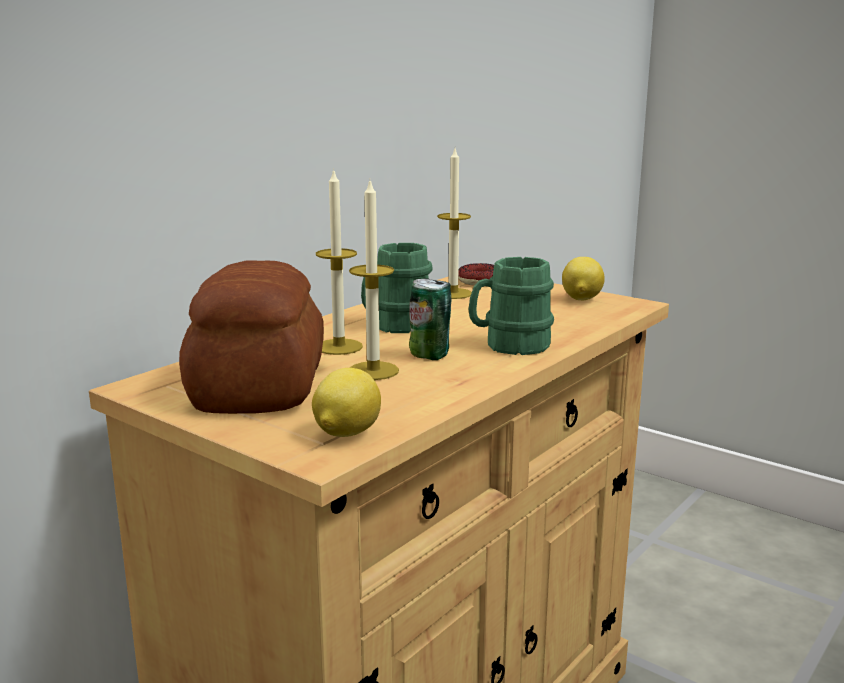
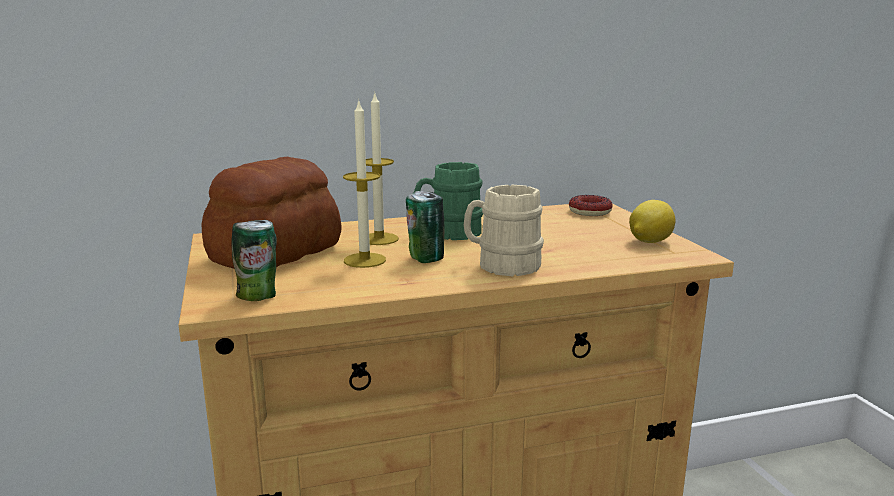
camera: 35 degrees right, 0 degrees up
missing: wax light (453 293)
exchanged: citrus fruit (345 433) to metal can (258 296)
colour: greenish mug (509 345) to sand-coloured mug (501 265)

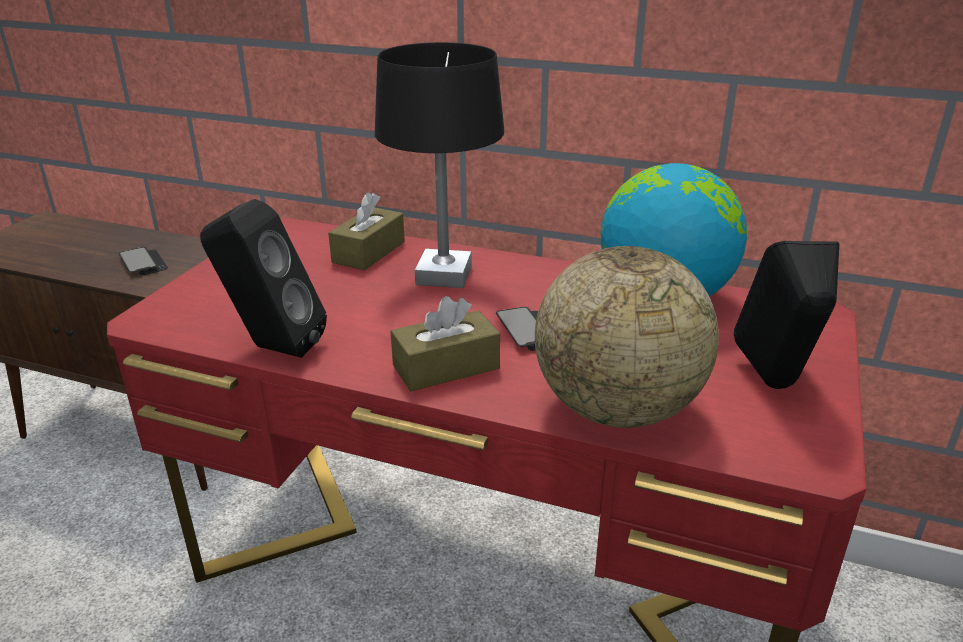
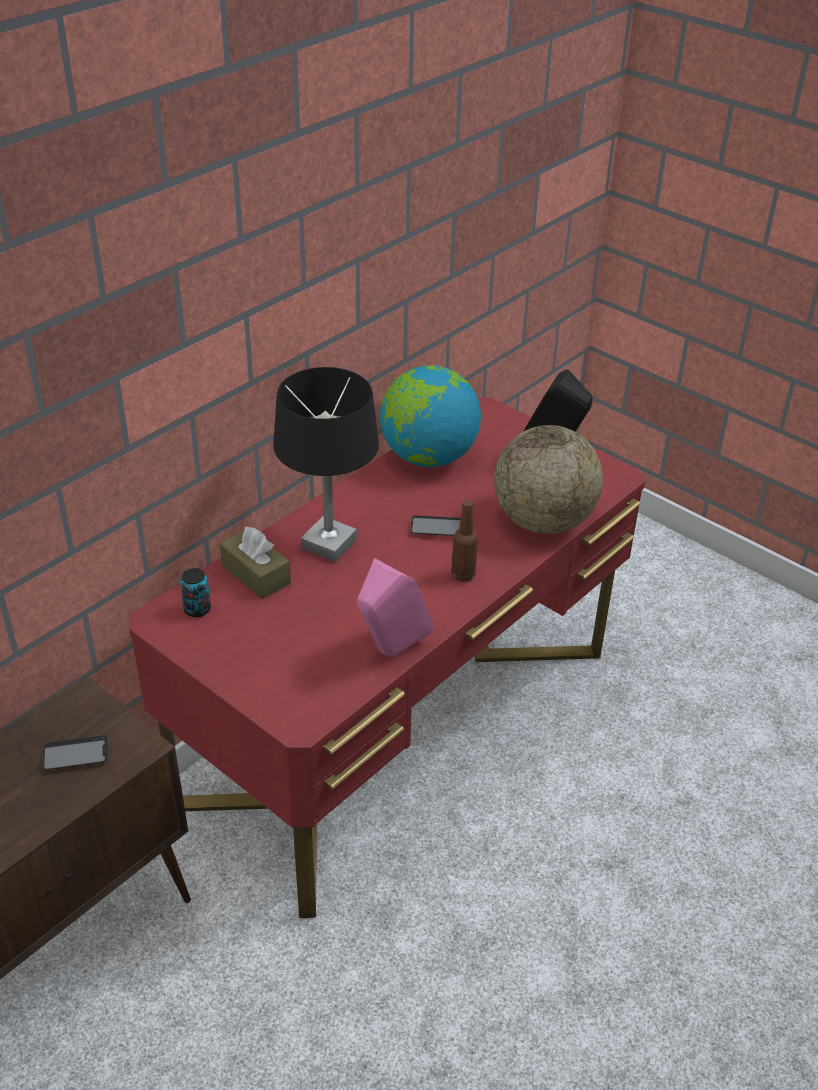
camera: 70 degrees left, 10 degrees up
appeared: metal can (197 609)
exchanged: brown-coloured tissue box (446 367) to brown-coloured drink bottle (463 575)
colour: blackish speaker (271 348) to pink-coloured speaker (390 653)

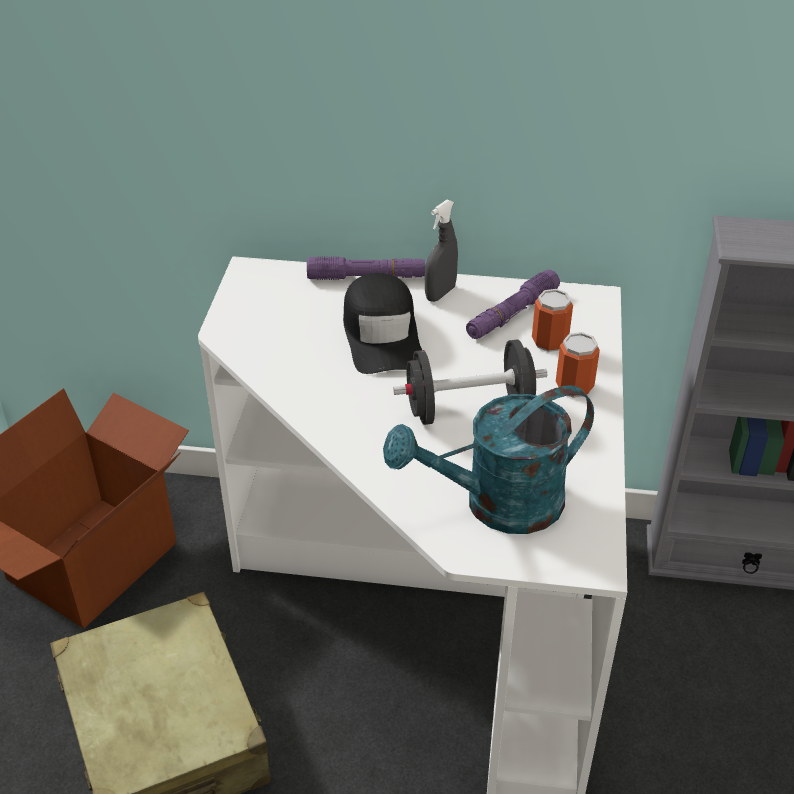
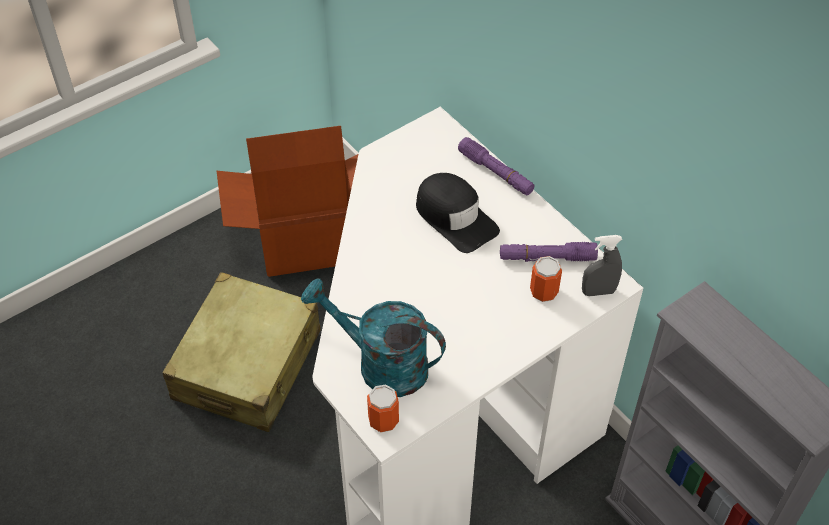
camera: 45 degrees right, 10 degrees up
missing: blackish free weight (469 409)
relocated: greyish sprayer (440 293) to (598 292); metal can (574 386) to (383 420)
spun: blackish peaked cap (382 335) = (455 218) 75 degrees counterclockwise

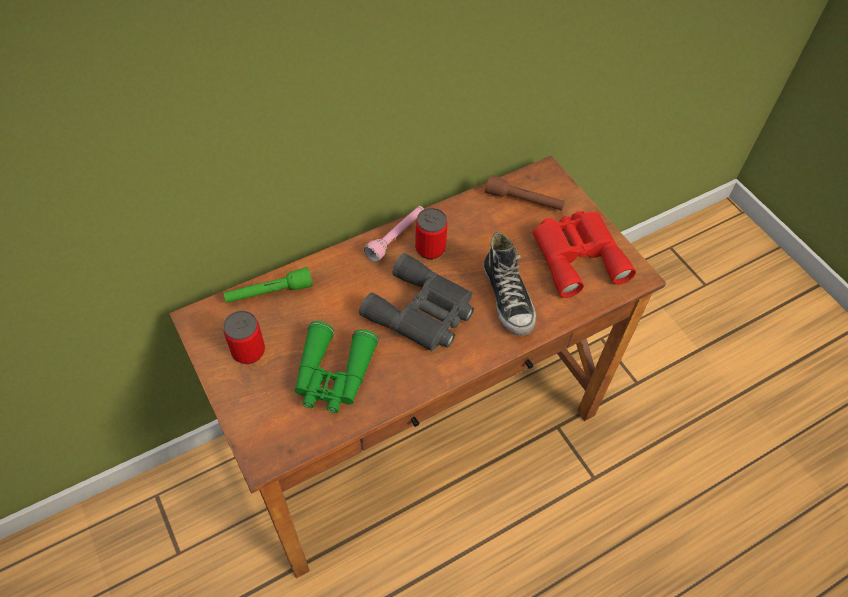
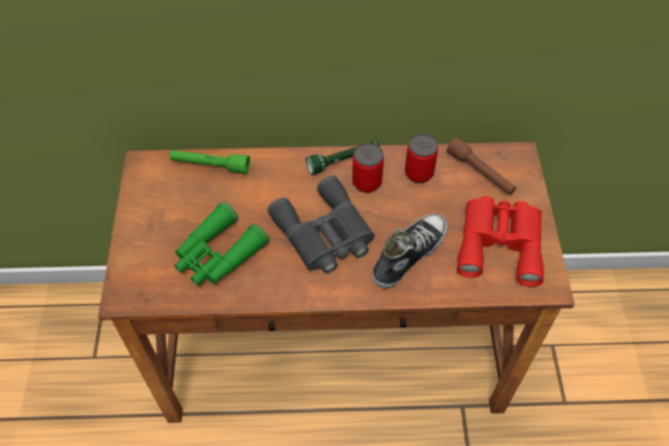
camera: 30 degrees right, 0 degrees up
relocated: metal can (248 351) to (419 173)
colour: pink-coloured torch (396 237) to greenish torch (343 161)
spun: item of footwear (508 298) = (408 254) 150 degrees counterclockwise

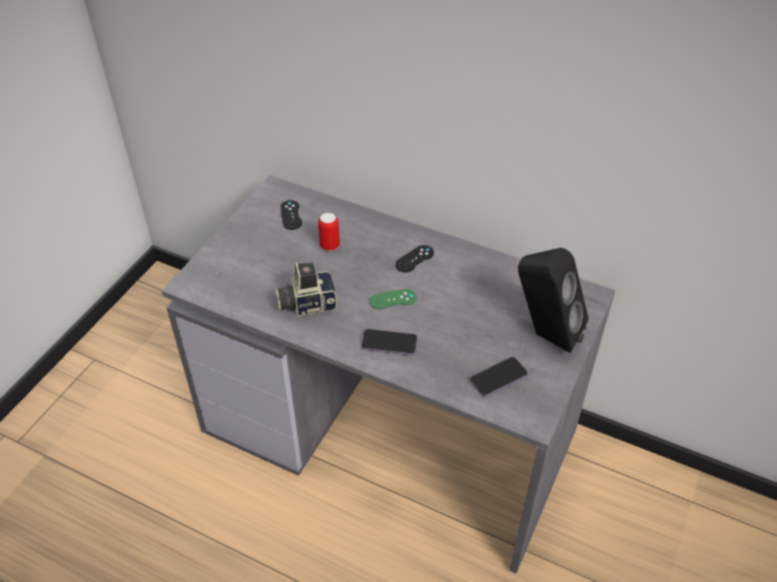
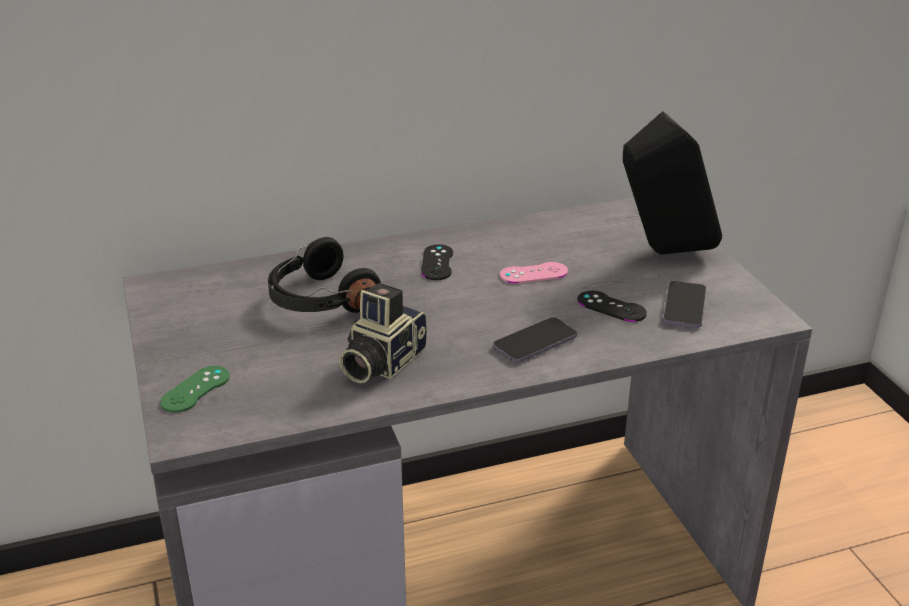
camera: 45 degrees left, 15 degrees down
appeared: pink-coloured gamepad (533 273)
relocated: blackish gamepad (291 215) to (611 307); greenish gamepad (393 299) to (195 389)
exchanged: metal can (329 246) to blackish pair of headphones (319 300)

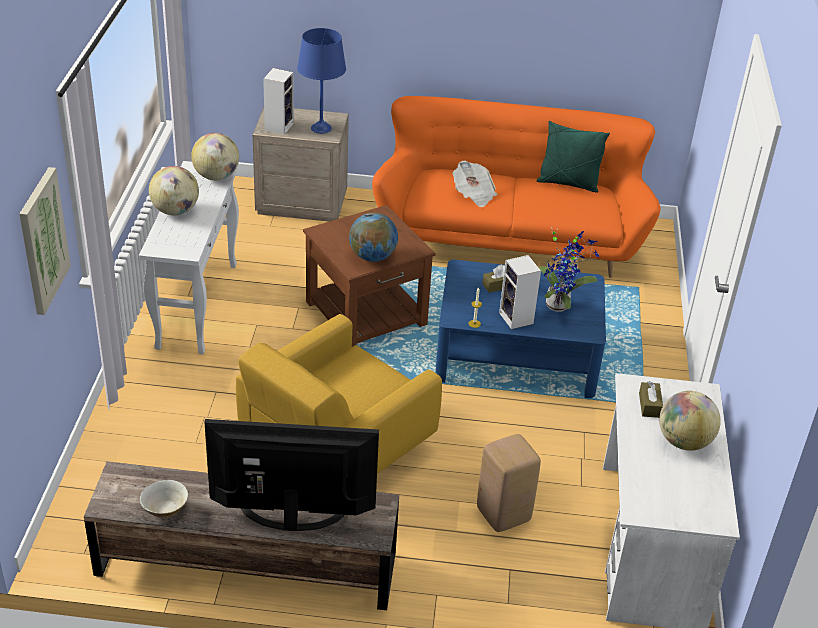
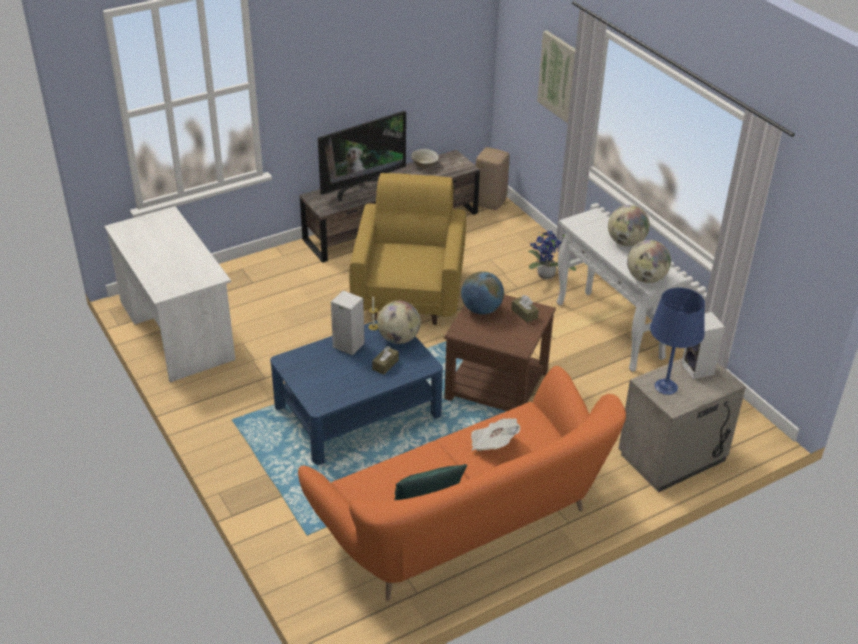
camera: 145 degrees right, 0 degrees up
relocated: sand-coloured stool (502 514) to (490 202); potted plant (559 304) to (545 276); brown-coloured tissue box (649 405) to (524 313); world globe (684 441) to (399 338)

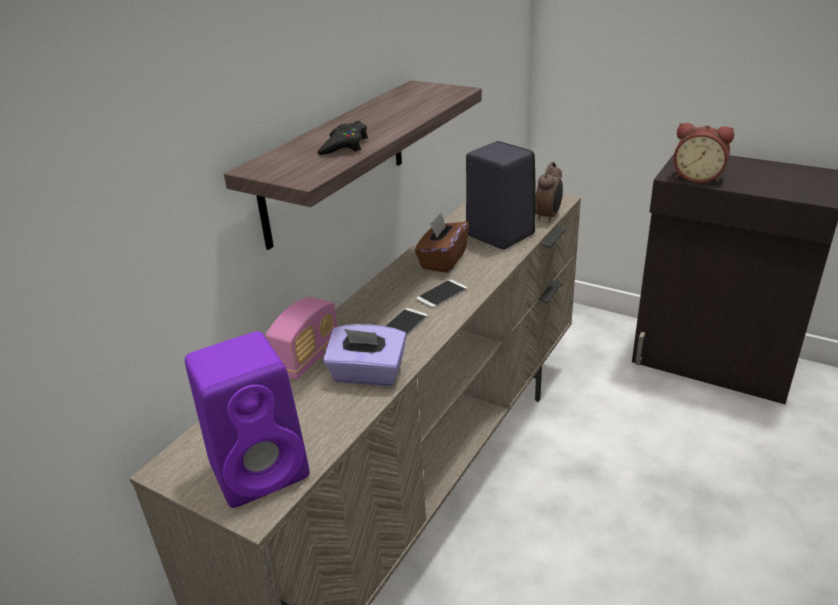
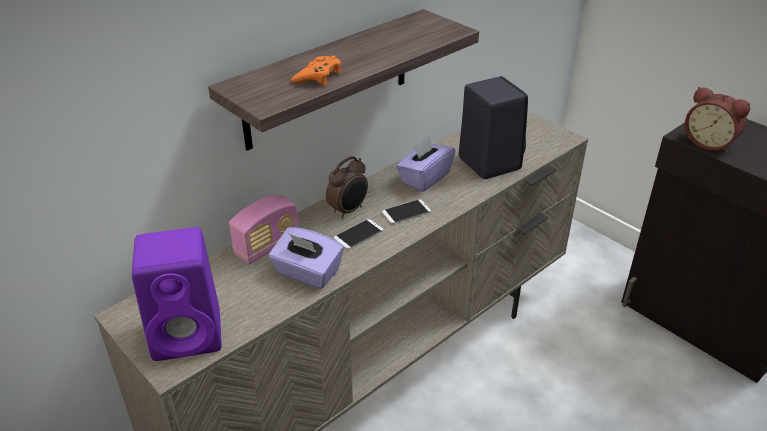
camera: 15 degrees right, 5 degrees up
relocated: bedside clock (548 217) to (348 210)
colour: blackish gamepad (344 145) to orange-coloured gamepad (318 76); brown-coloured tissue box (443 260) to purplish tissue box (424 178)

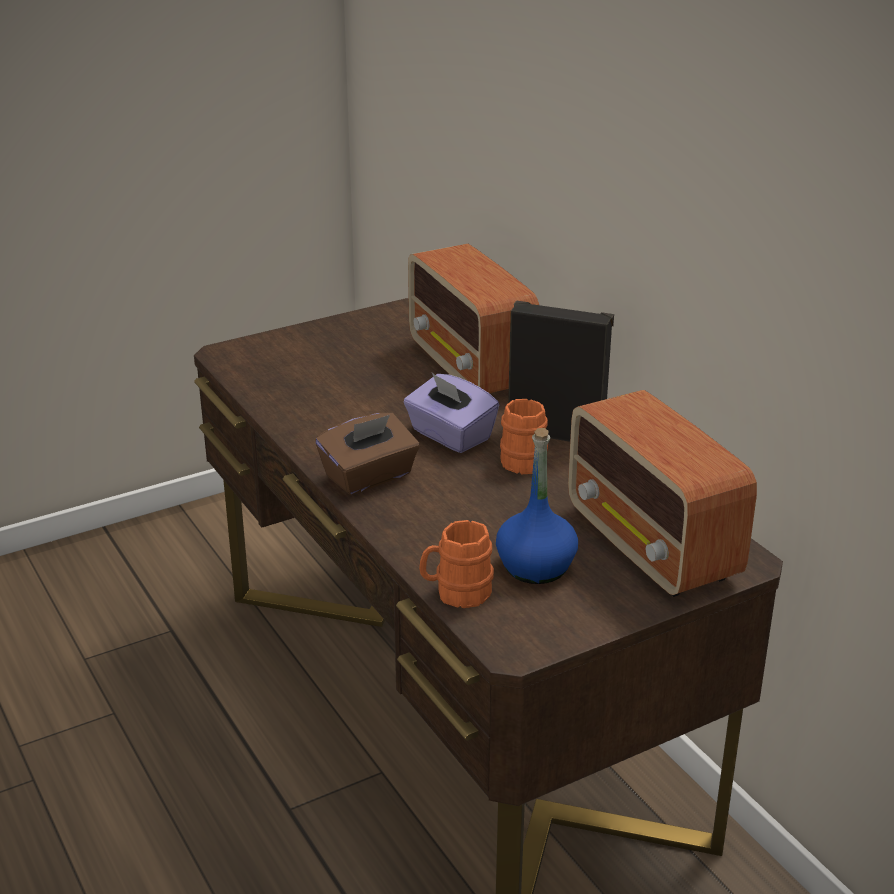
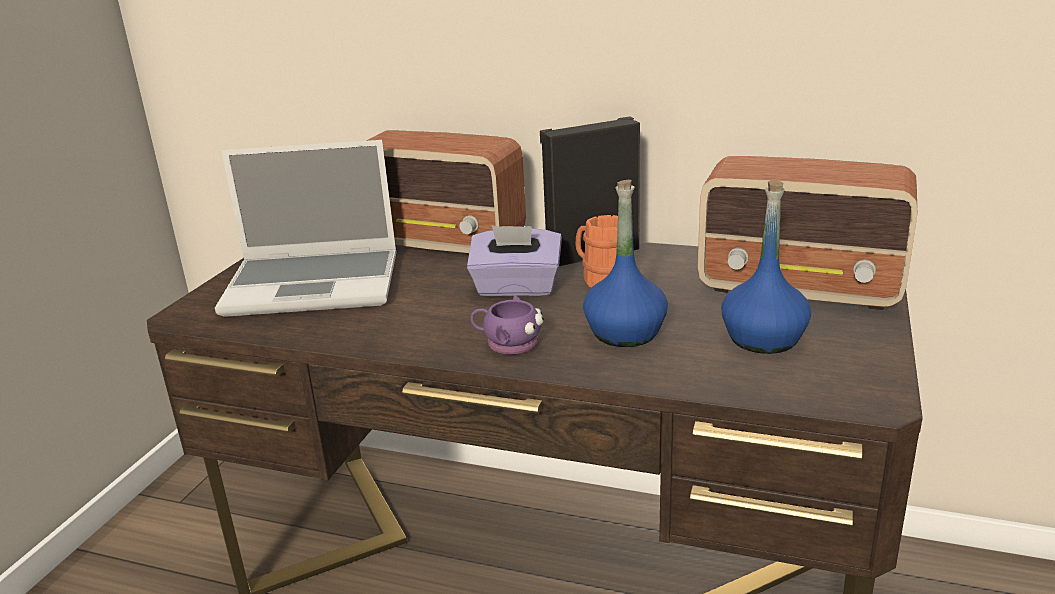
camera: 40 degrees left, 5 degrees down
missing: orange-coloured mug (456 593)
appeared: portable computer (316 284); blue drink bottle (624 333)
exchanged: brown-coloured tissue box (369 477) to purplish mug (508 343)

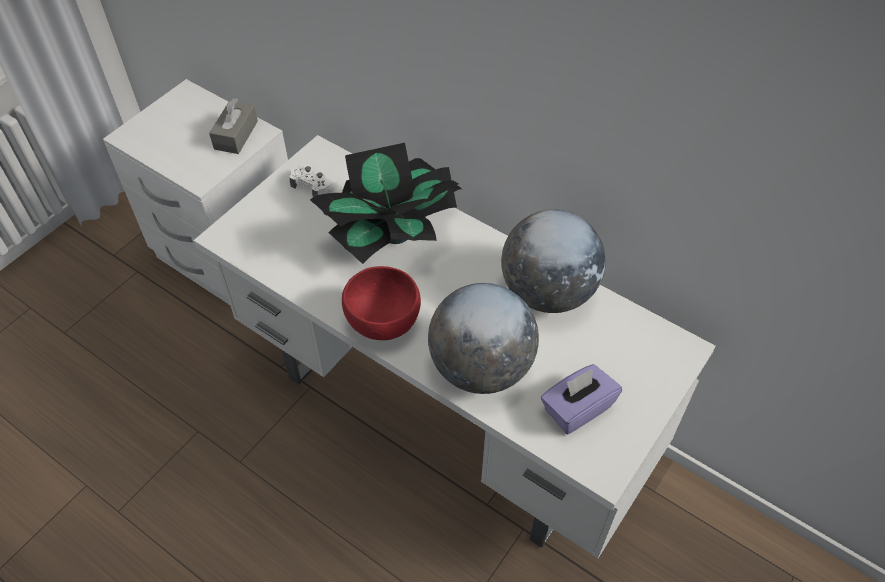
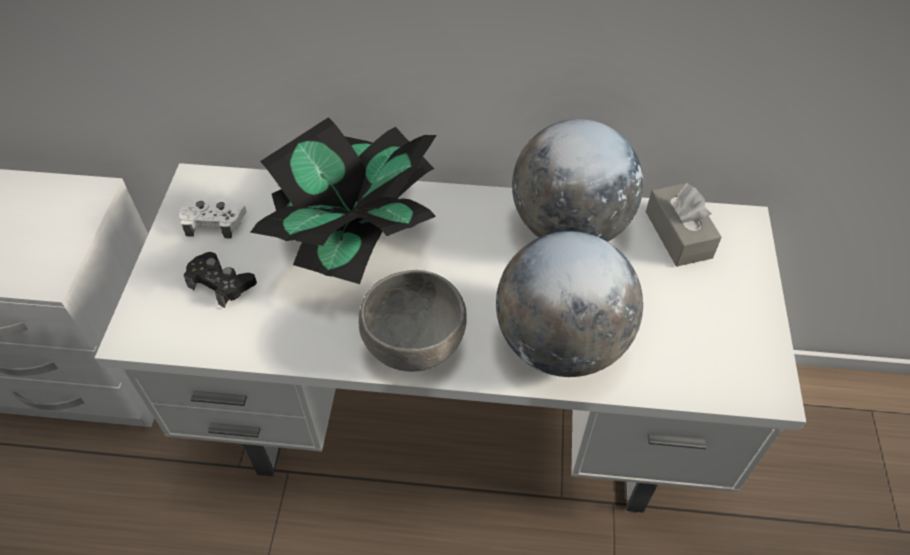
camera: 30 degrees left, 0 degrees up
missing: purplish tissue box (577 408)
appeared: blackish gamepad (221 283)
relocated: greyish tissue box (236 135) to (678 234)
colour: red deep dish (384 324) to greyish deep dish (416 346)

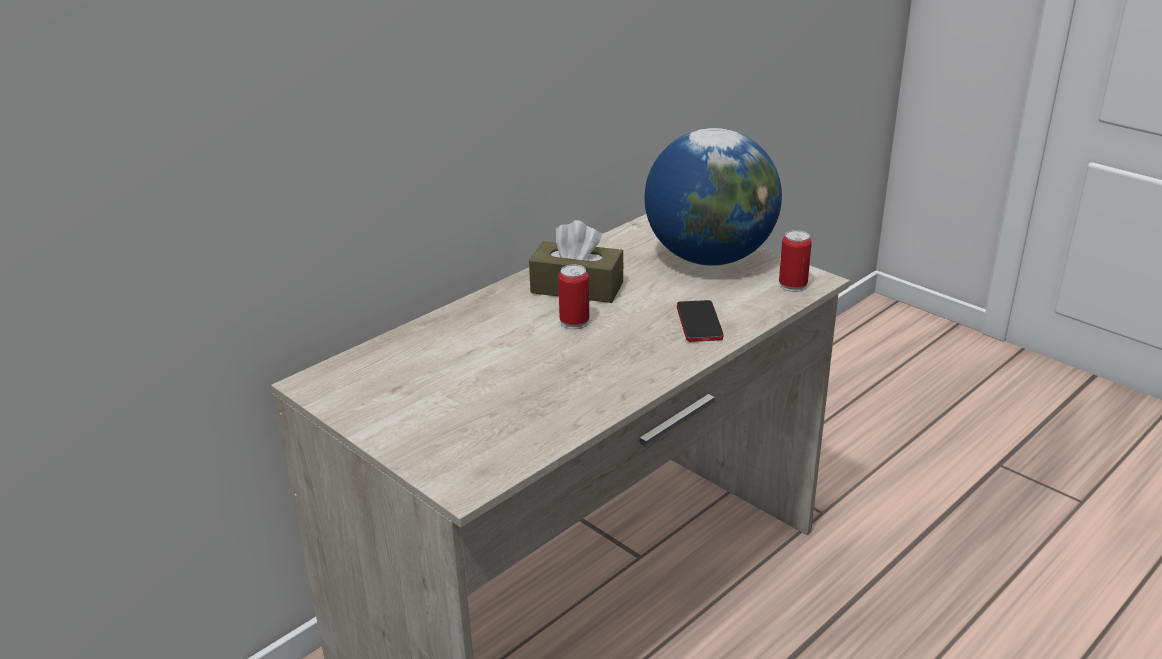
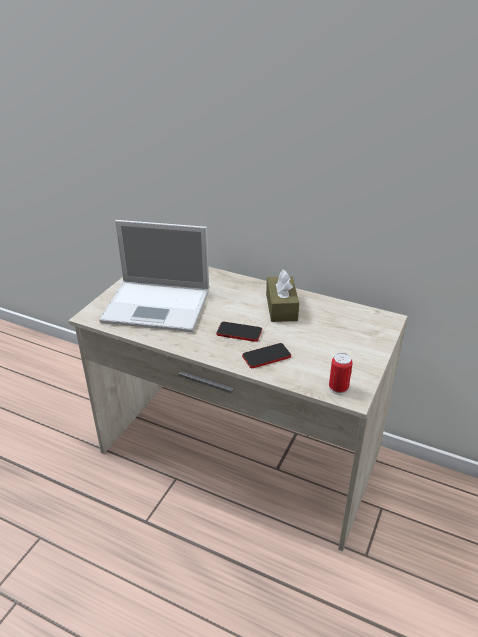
camera: 70 degrees right, 5 degrees up
missing: metal can (574 322); world globe (710 258)
appeared: portable computer (159 306); handset (239 332)

